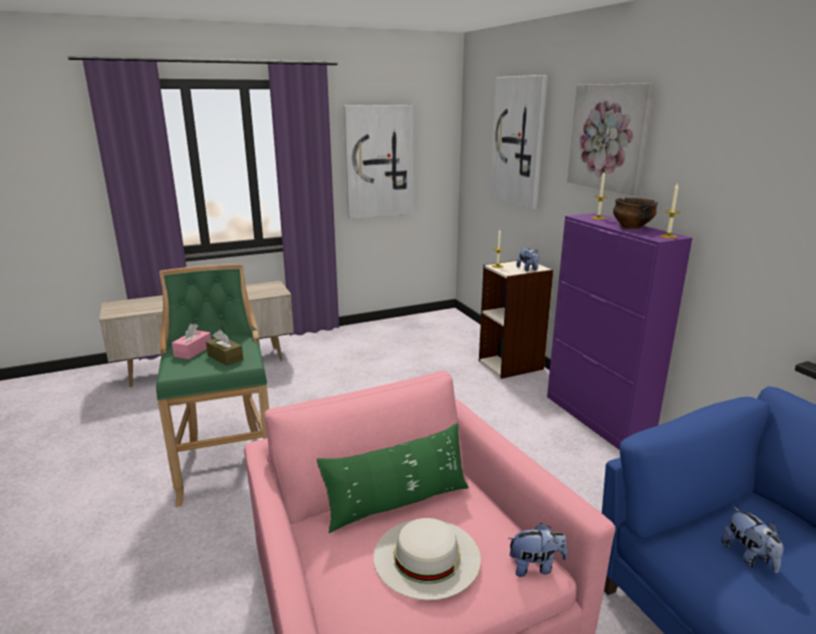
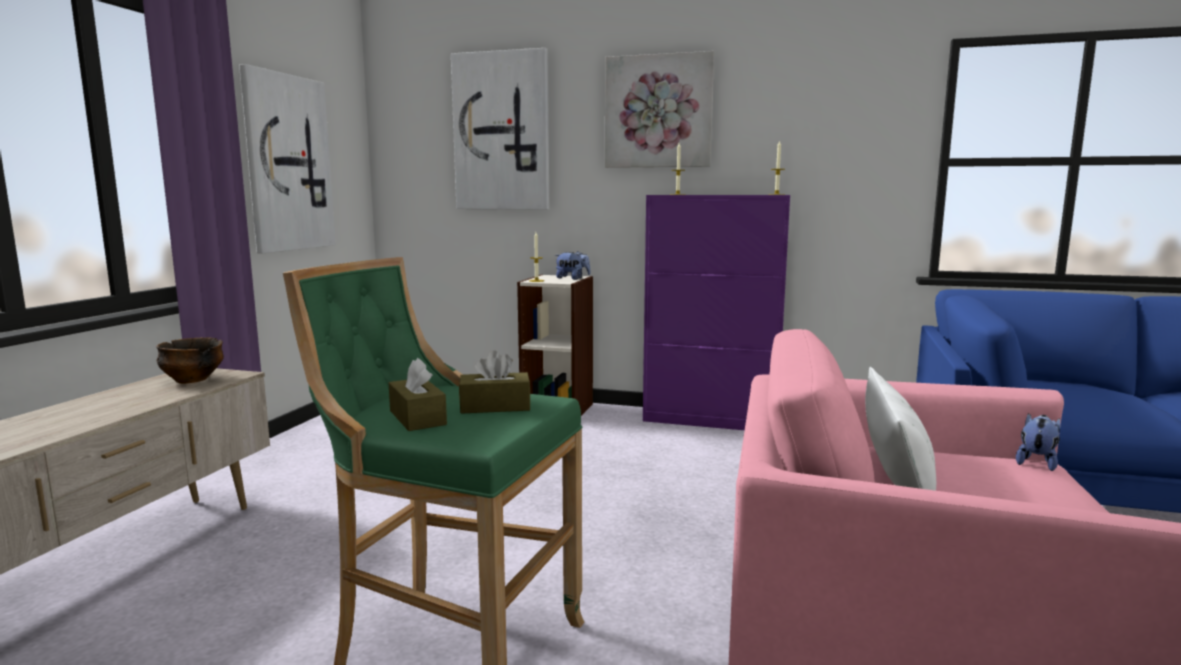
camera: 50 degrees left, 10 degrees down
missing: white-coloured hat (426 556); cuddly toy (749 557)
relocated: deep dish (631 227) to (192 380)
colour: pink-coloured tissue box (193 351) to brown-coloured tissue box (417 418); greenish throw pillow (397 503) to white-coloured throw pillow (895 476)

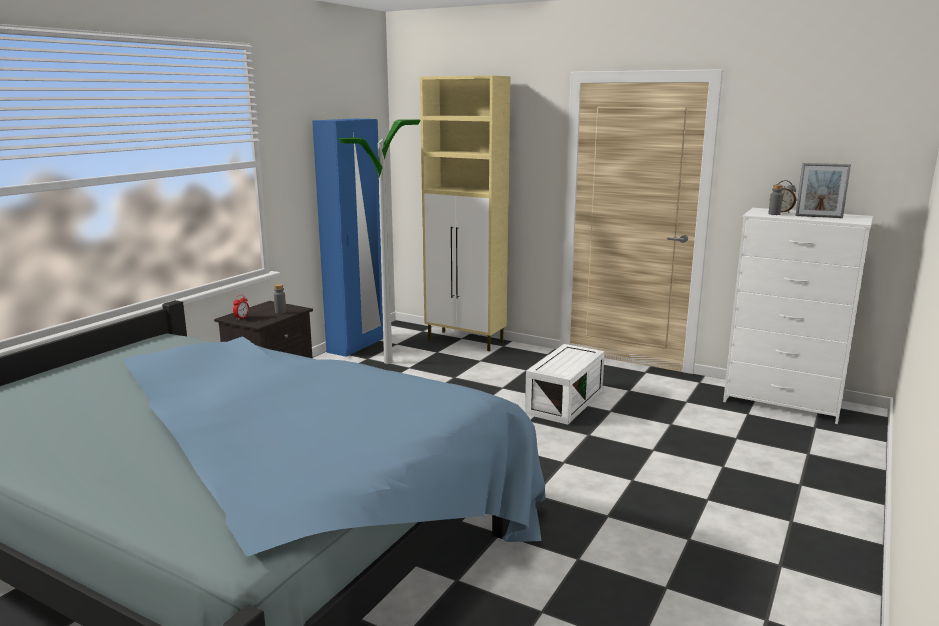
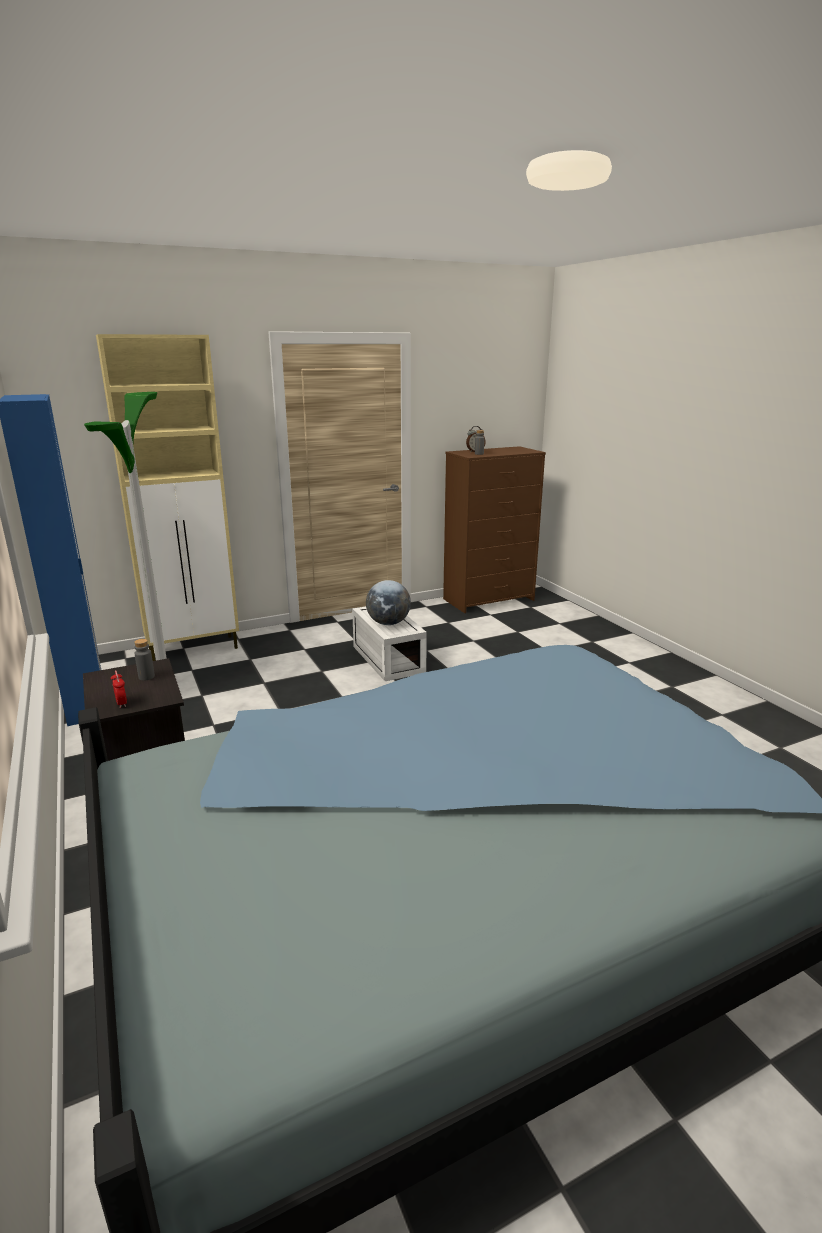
camera: 55 degrees left, 5 degrees up
missing: standing frame (818 217)
appeared: world globe (388 623)
colour: white-coloured dresser (783 402) to brown-coloured dresser (489 599)

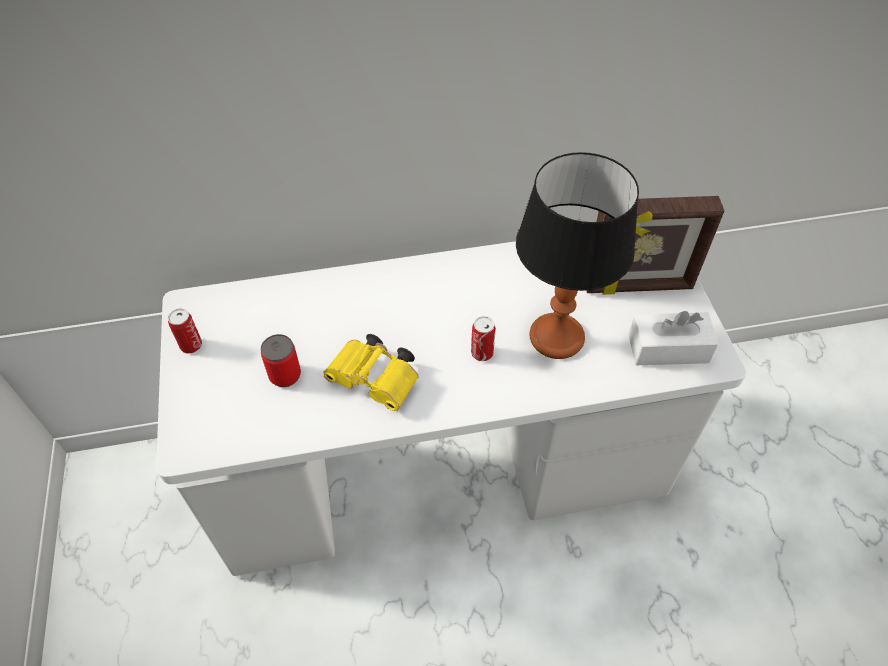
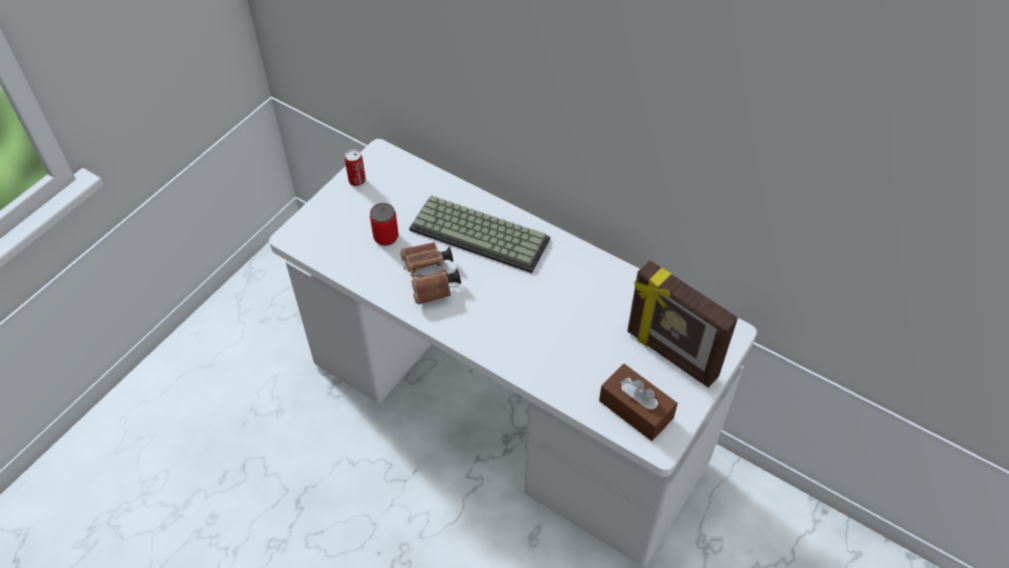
camera: 45 degrees right, 0 degrees up
missing: metal can (482 353); table lamp (557 337)
appeared: computer keyboard (482 233)
colour: yellow-coloured pair of binoculars (377 381) to brown-coloured pair of binoculars (430 281); white-coloured tissue box (668 348) to brown-coloured tissue box (636 409)

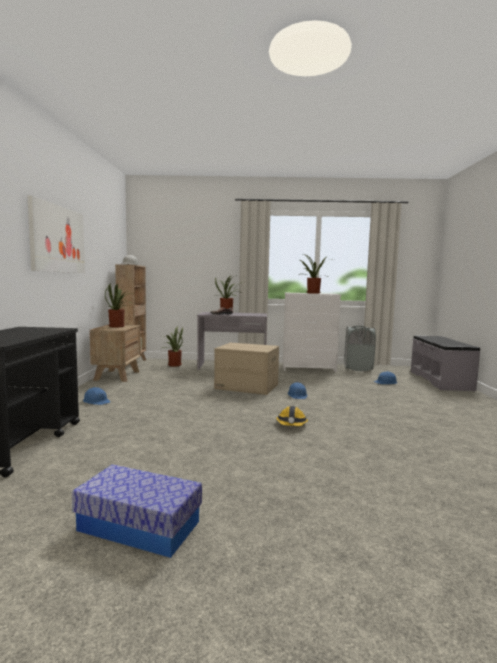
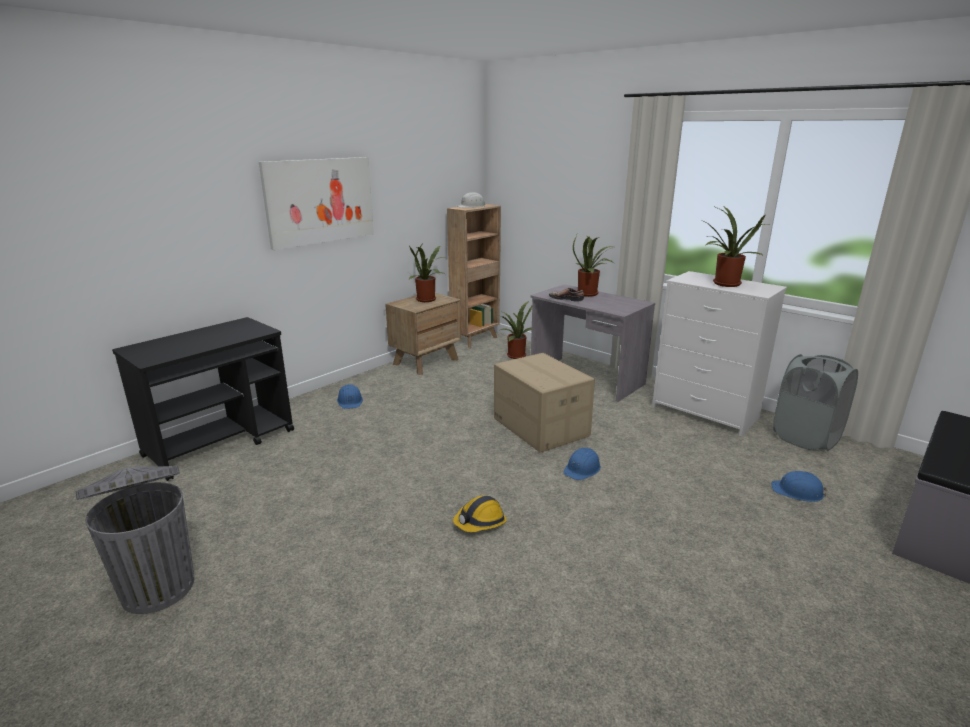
camera: 40 degrees right, 15 degrees up
exchanged: storage box (139 526) to greyish waste bin (158 586)

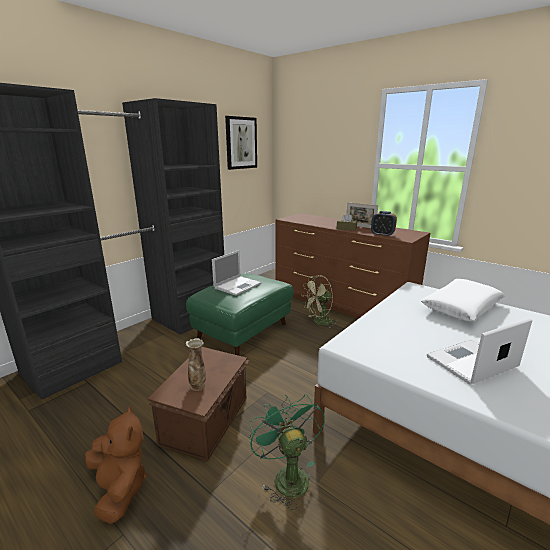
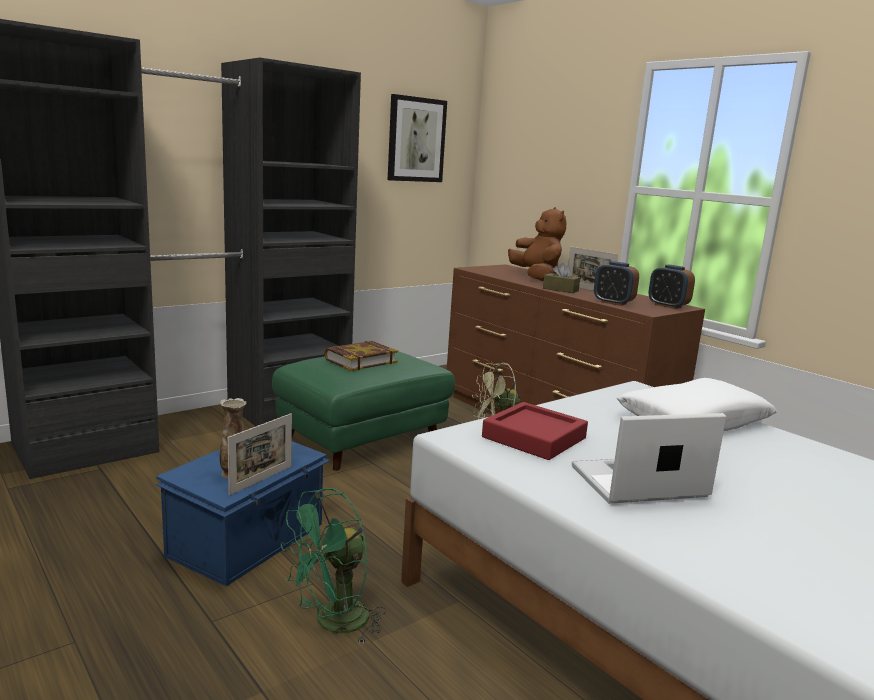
camera: 10 degrees right, 5 degrees down
appeared: standing frame (261 480); red carrying tray (534 438); bedside clock (668 306)
relocated: brown-coloured cuddly toy (120 489) to (536 277)
exchanged: portable computer (238 285) to volume (360 360)
colour: brown-coloured storage box (207 419) to blue storage box (249 540)
spun: greenish cooling fan (287 475) = (332 623) 120 degrees counterclockwise

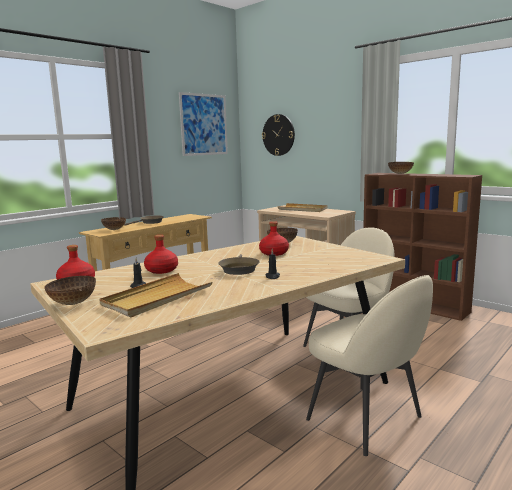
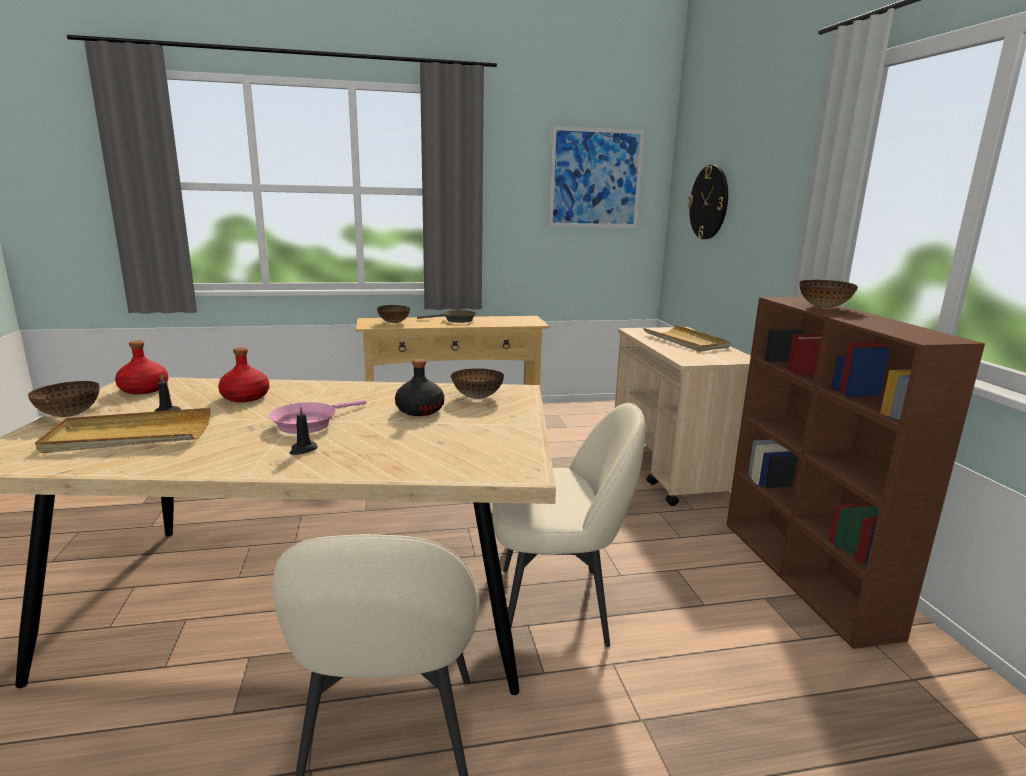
camera: 35 degrees right, 5 degrees up
colour: brown-coloured frying pan (239 269) to pink-coloured frying pan (309 423); red drink bottle (273 253) to blackish drink bottle (419 410)

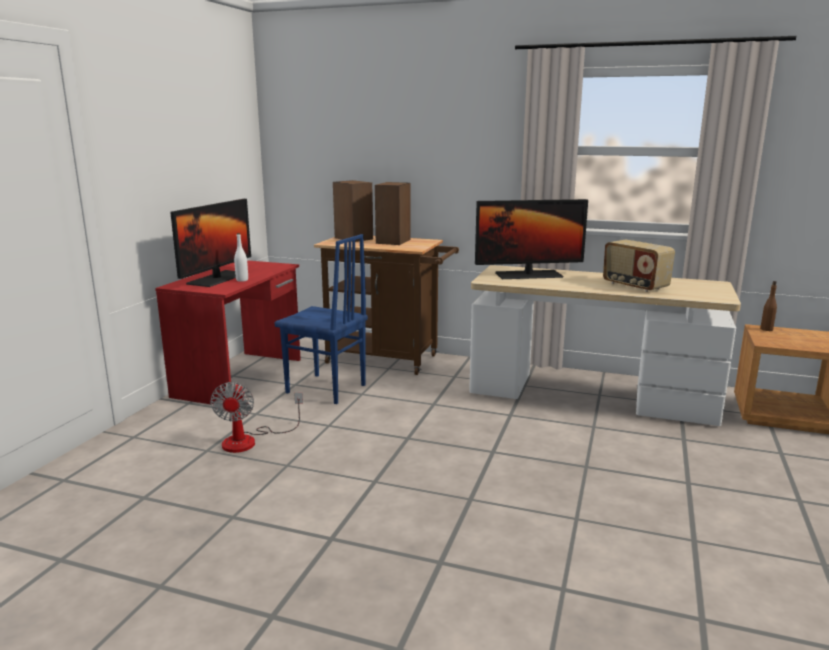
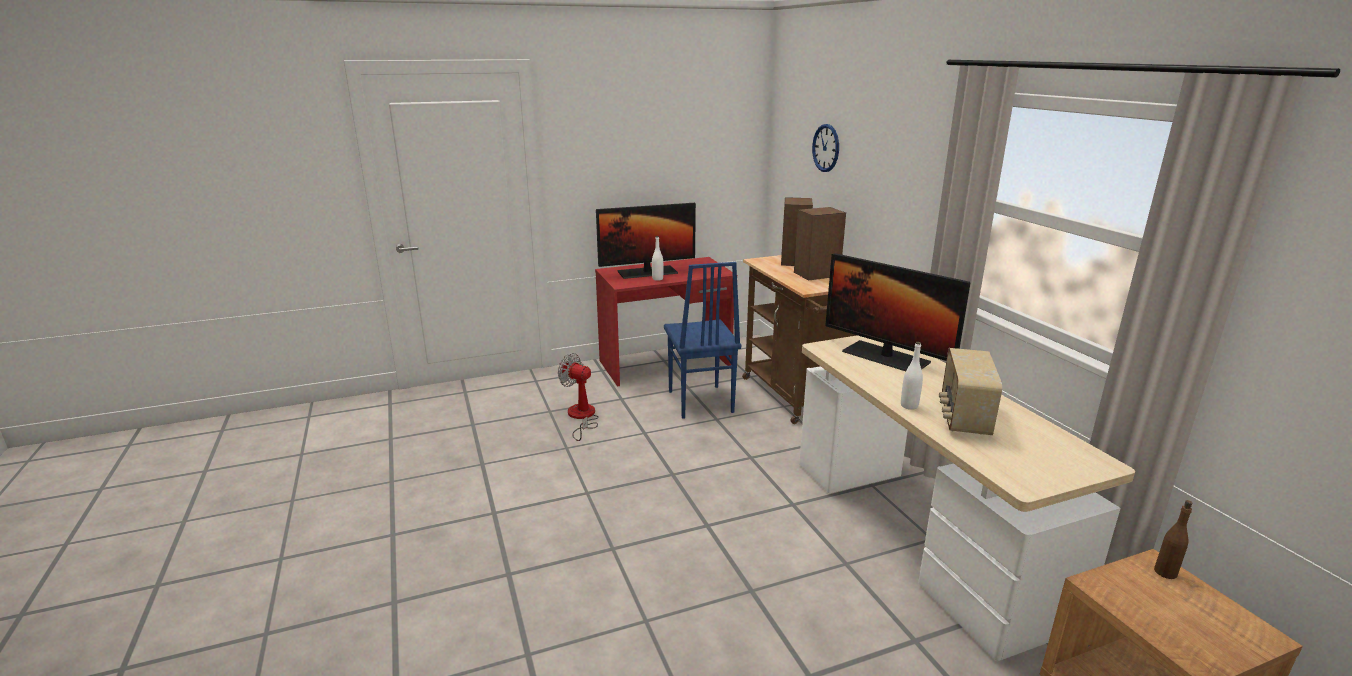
camera: 50 degrees right, 5 degrees up
appeared: clock on the wall (826 148); white-coloured drink bottle (909 406)
spun: cooling fan (250 440) = (581 417) 75 degrees clockwise

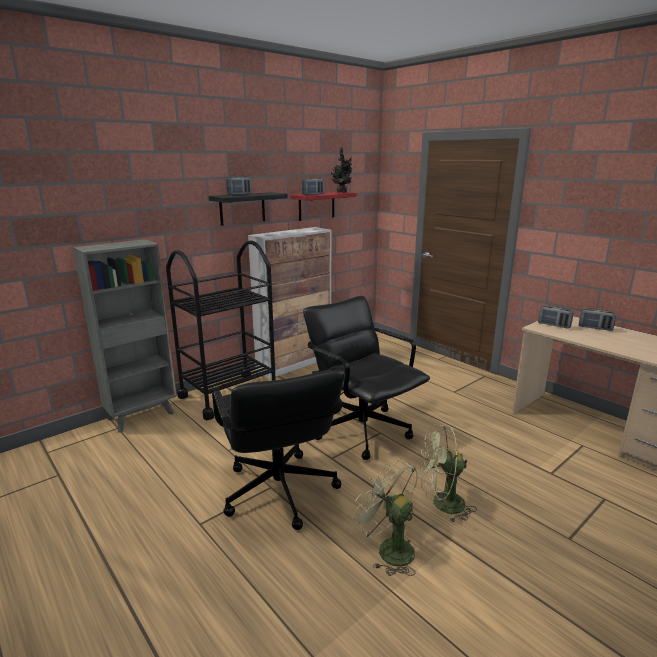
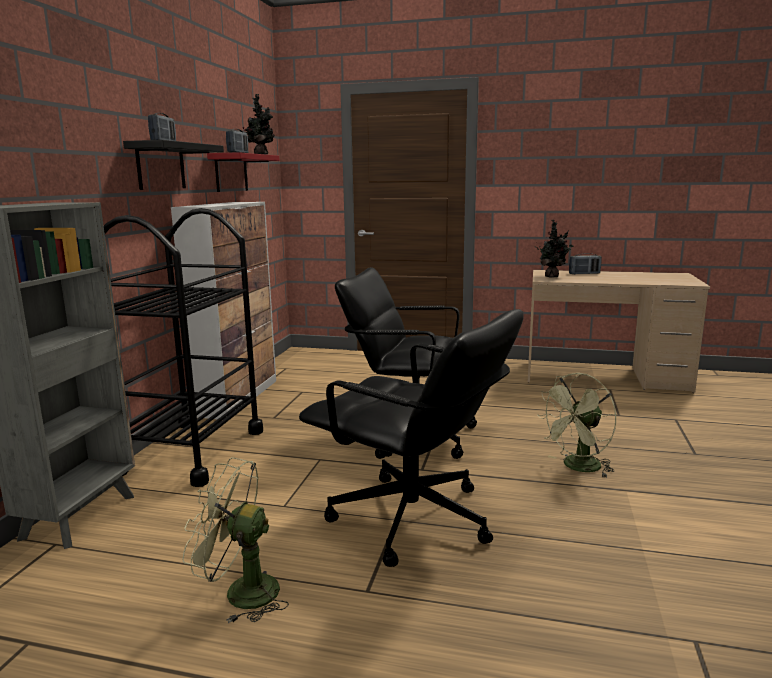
camera: 35 degrees left, 5 degrees down
relocated: greenish cooling fan (388 548) to (240 592)
exchanged: radio set (554 325) to potted plant (552 276)

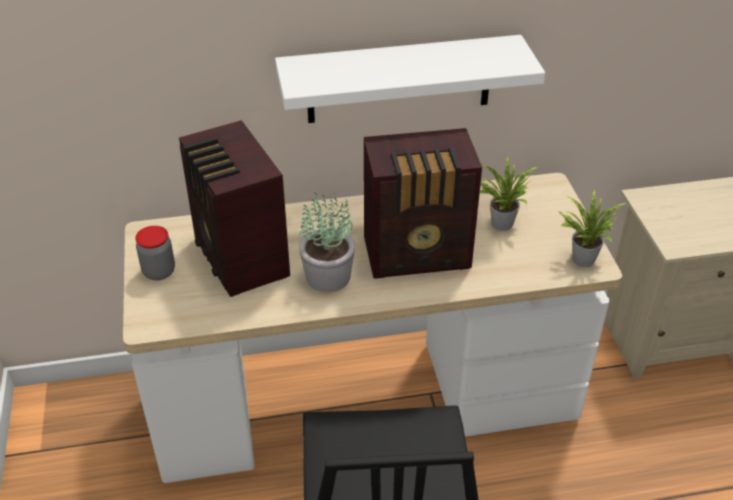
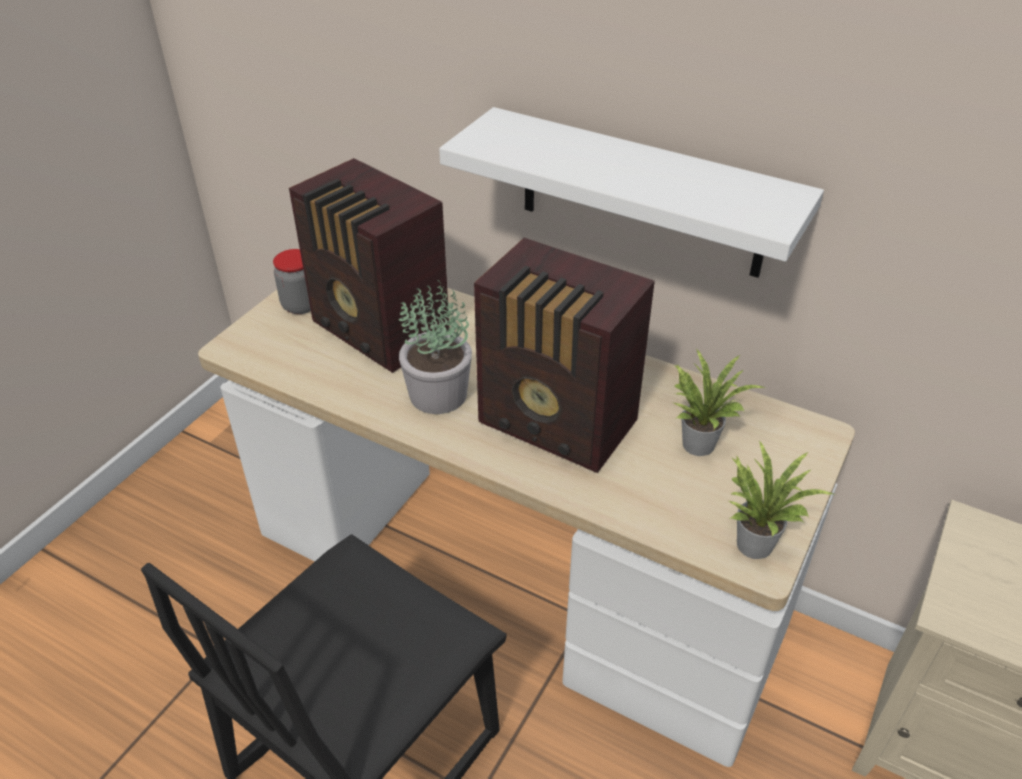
camera: 40 degrees right, 0 degrees up
spun: radio set (240 259) = (380 332) 60 degrees counterclockwise

